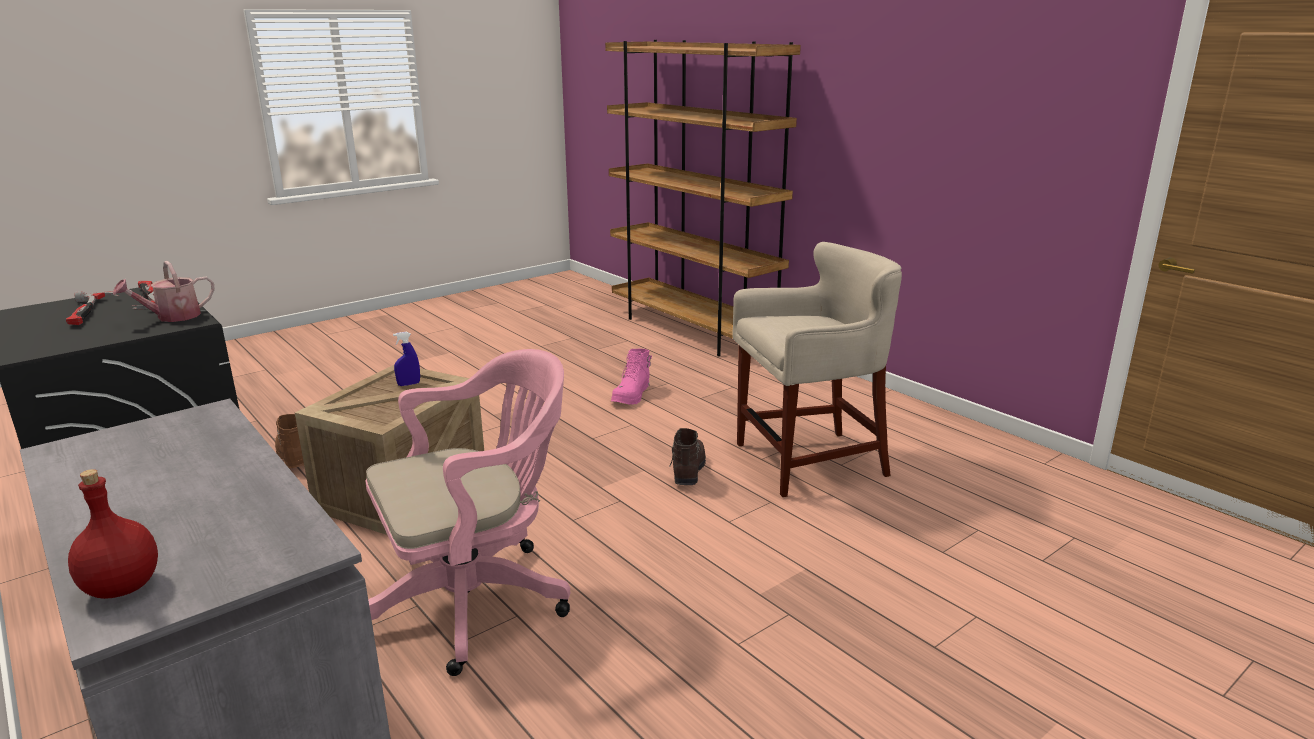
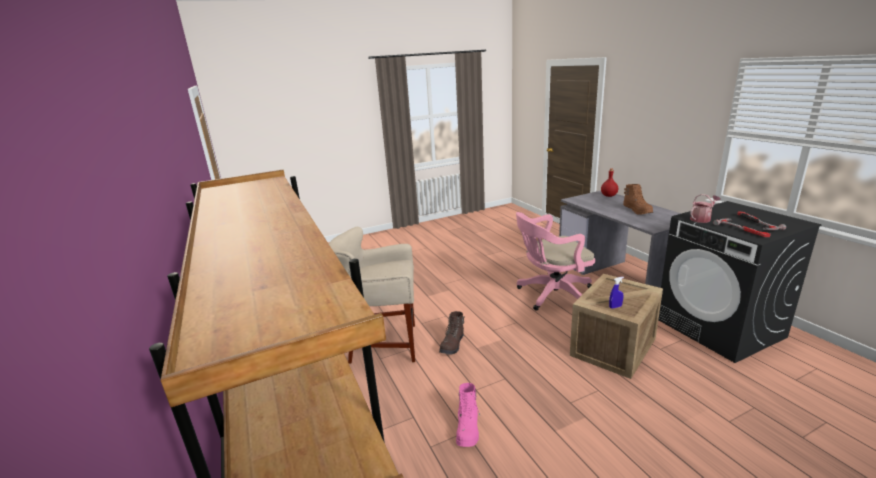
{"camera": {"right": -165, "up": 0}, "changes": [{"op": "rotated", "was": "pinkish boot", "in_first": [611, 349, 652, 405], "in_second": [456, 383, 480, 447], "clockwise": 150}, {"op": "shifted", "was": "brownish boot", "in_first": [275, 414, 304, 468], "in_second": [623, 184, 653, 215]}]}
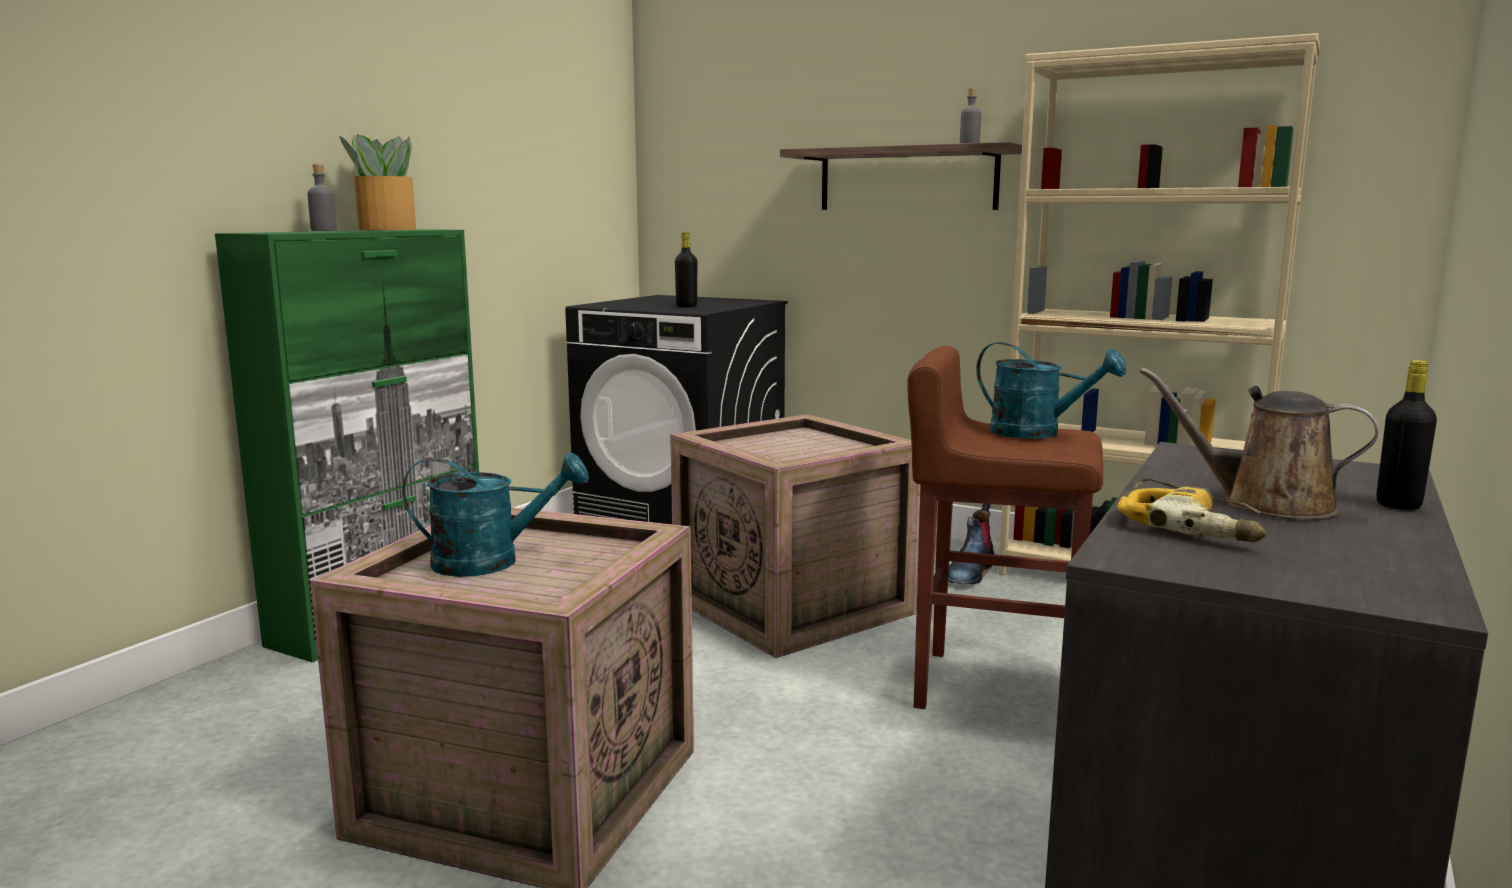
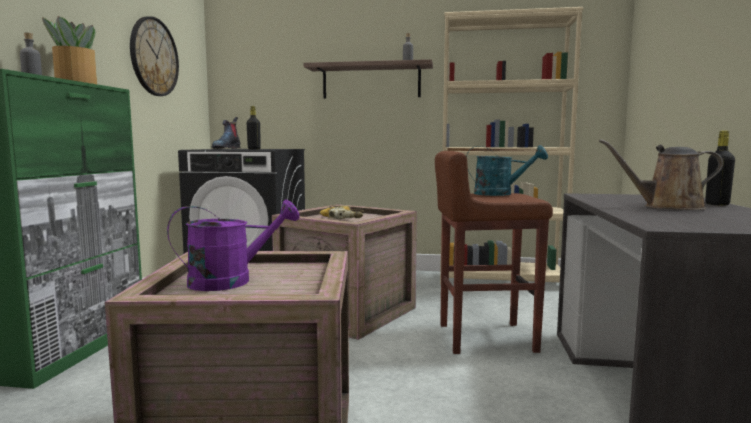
{"camera": {"right": -20, "up": -5}, "changes": [{"op": "new", "now": "clock on the wall", "in_second": [130, 16, 179, 96]}, {"op": "repainted", "was": "turquoise watering pot", "now": "purple-coloured watering pot", "in_first": [402, 452, 589, 577], "in_second": [167, 200, 299, 291]}, {"op": "shifted", "was": "boot", "in_first": [948, 504, 995, 585], "in_second": [211, 117, 240, 149]}, {"op": "shifted", "was": "drill", "in_first": [1117, 478, 1266, 542], "in_second": [320, 205, 364, 219]}]}
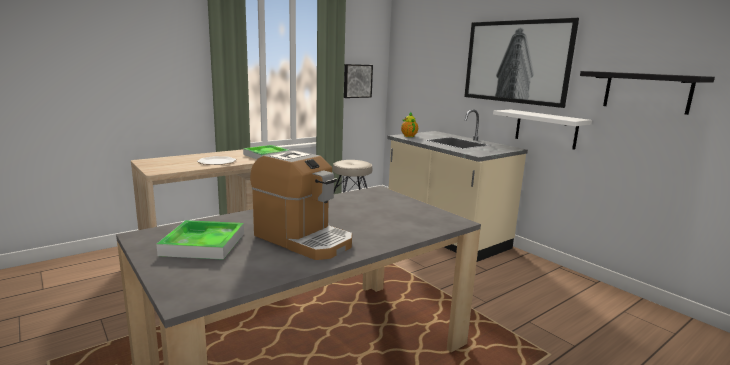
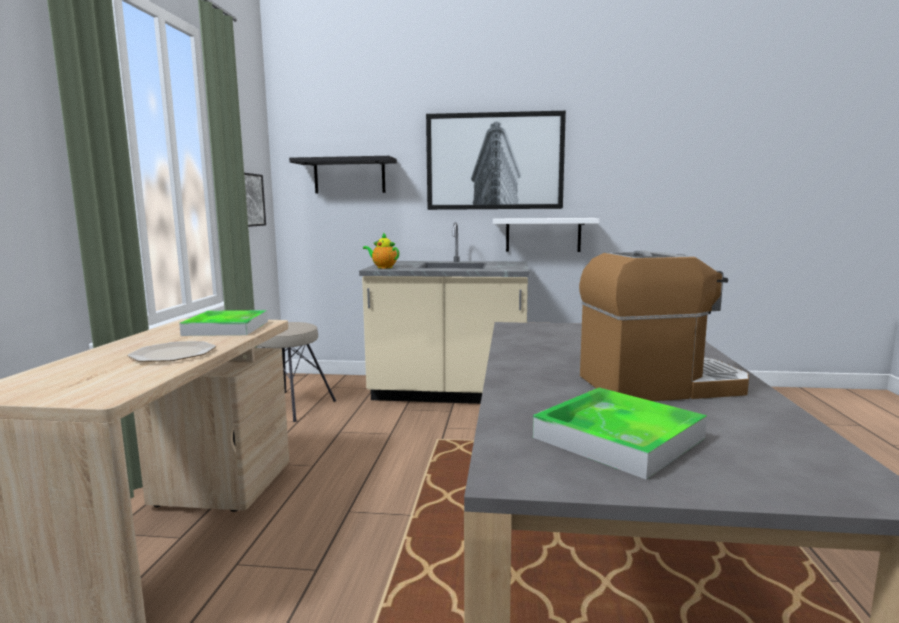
{"camera": {"right": -45, "up": -5}, "changes": [{"op": "shifted", "was": "blackish shelf", "in_first": [580, 71, 715, 115], "in_second": [289, 156, 397, 194]}]}
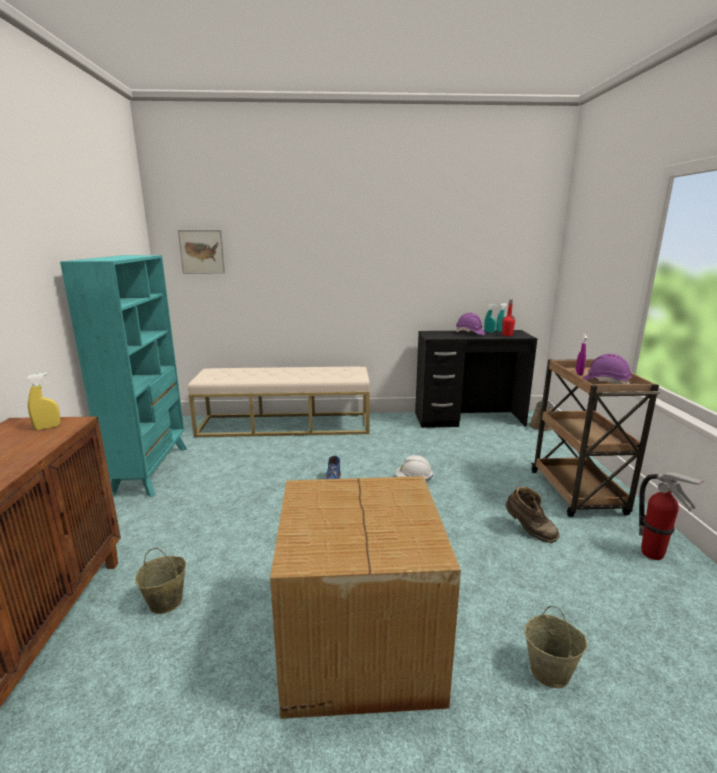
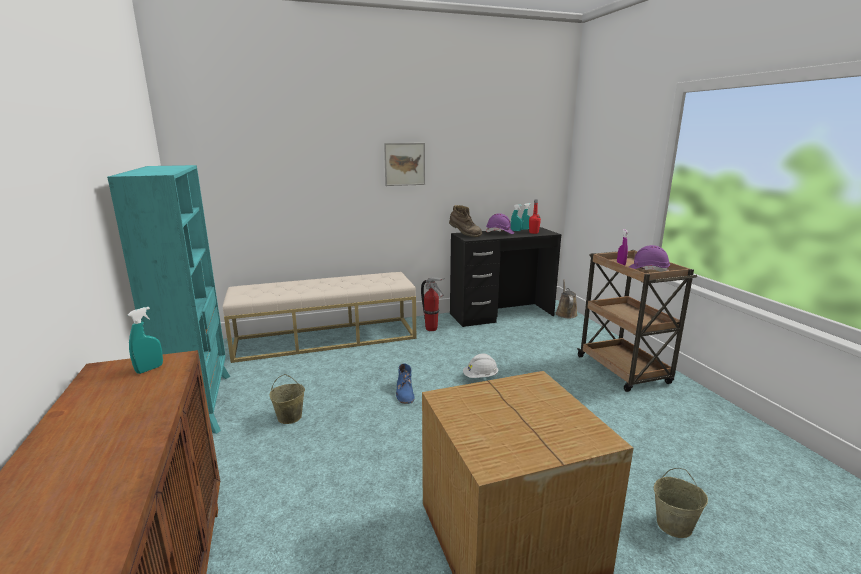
{"camera": {"right": -15, "up": 0}, "changes": [{"op": "repainted", "was": "yellow-coloured hand sprayer", "now": "turquoise hand sprayer", "in_first": [27, 373, 60, 430], "in_second": [128, 307, 163, 374]}, {"op": "shifted", "was": "sand-coloured water bucket", "in_first": [135, 548, 186, 614], "in_second": [269, 374, 305, 424]}, {"op": "shifted", "was": "wall art", "in_first": [178, 230, 225, 274], "in_second": [384, 143, 425, 186]}, {"op": "shifted", "was": "extinguisher", "in_first": [639, 472, 704, 560], "in_second": [421, 277, 445, 331]}, {"op": "shifted", "was": "brownish boot", "in_first": [506, 487, 560, 543], "in_second": [449, 205, 482, 237]}]}
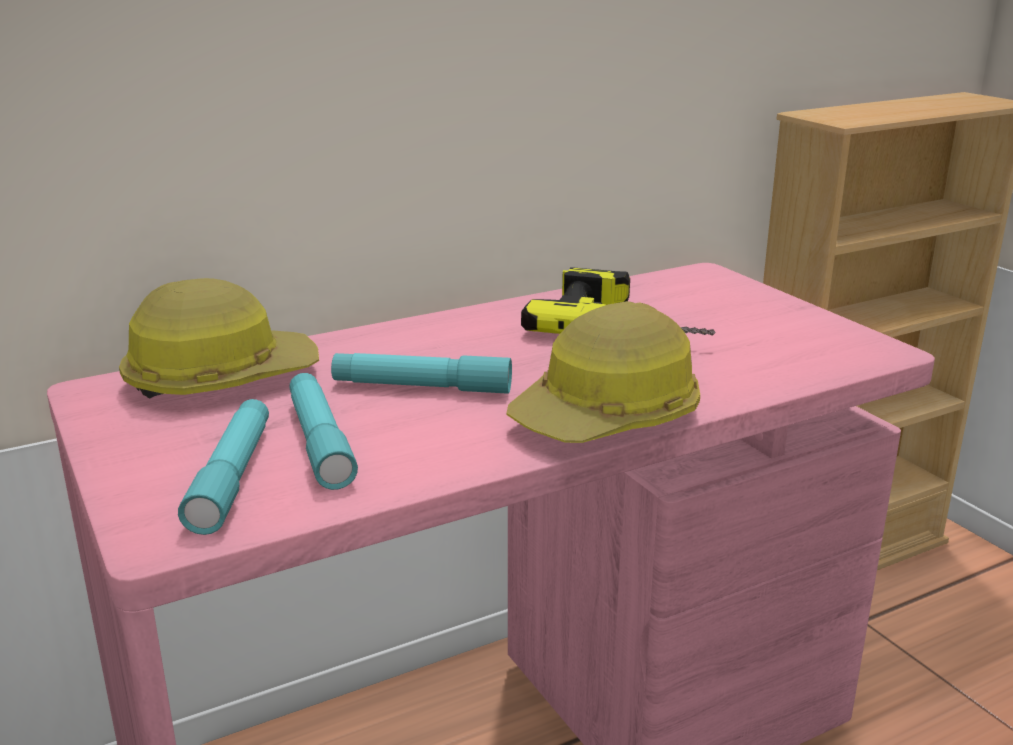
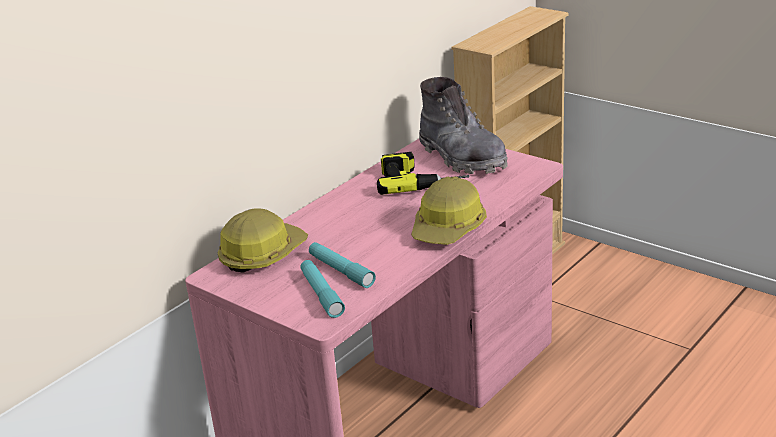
{"camera": {"right": -20, "up": 5}, "changes": [{"op": "new", "now": "greyish boot", "in_second": [419, 77, 508, 174]}, {"op": "gone", "was": "turquoise torch", "in_first": [331, 353, 512, 394]}]}
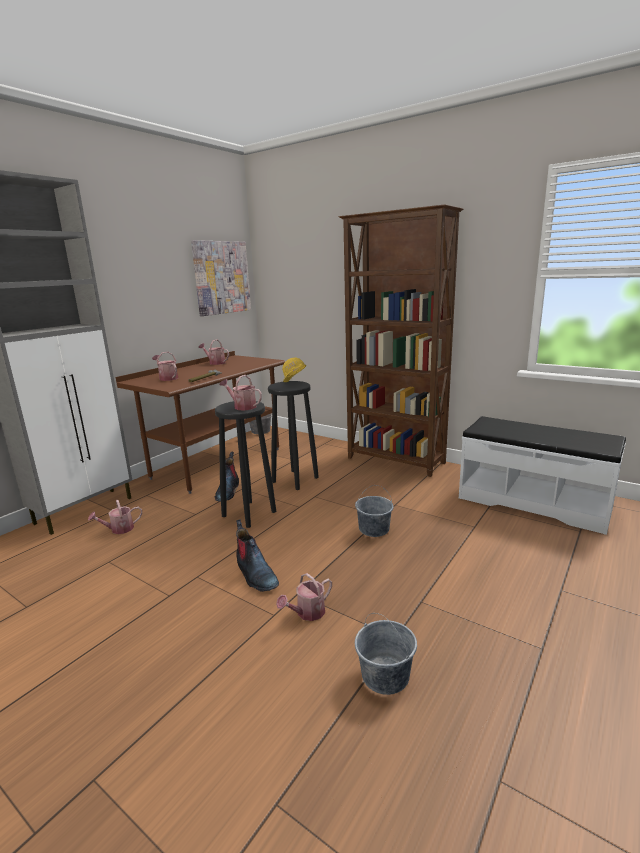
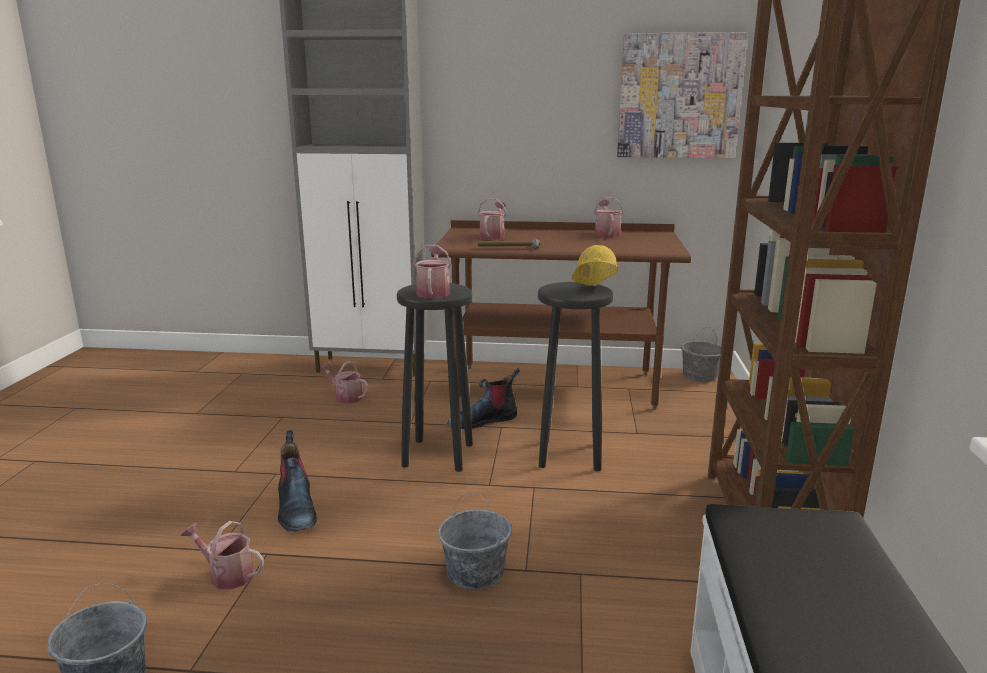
{"camera": {"right": 60, "up": 0}, "changes": [{"op": "rotated", "was": "boot", "in_first": [236, 519, 279, 592], "in_second": [278, 430, 317, 531], "clockwise": -45}]}
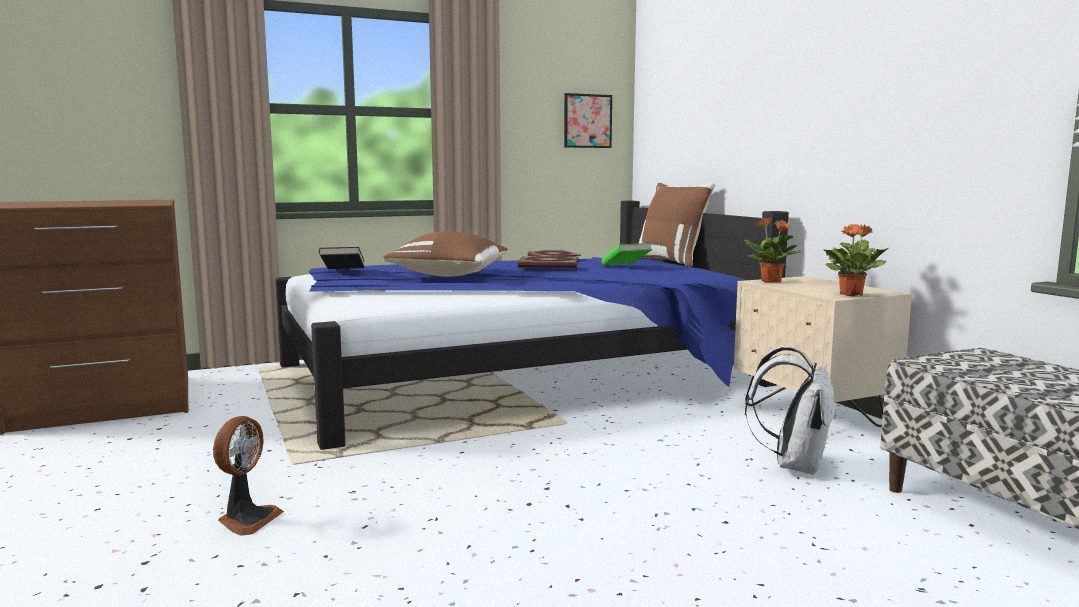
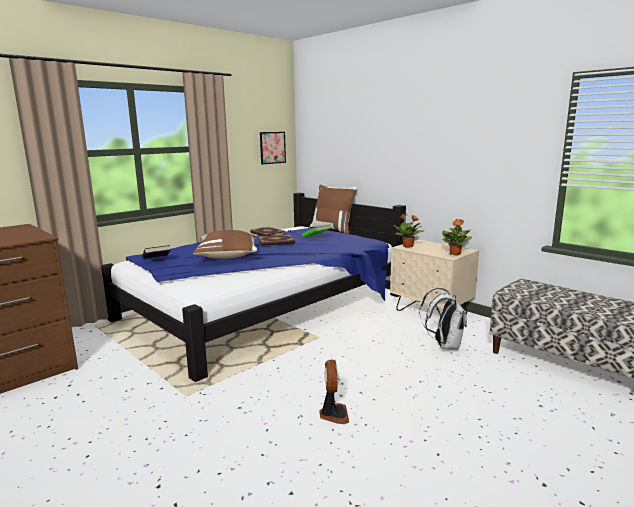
{"camera": {"right": -20, "up": 5}, "changes": [{"op": "shifted", "was": "fan", "in_first": [213, 416, 284, 536], "in_second": [319, 360, 349, 424]}]}
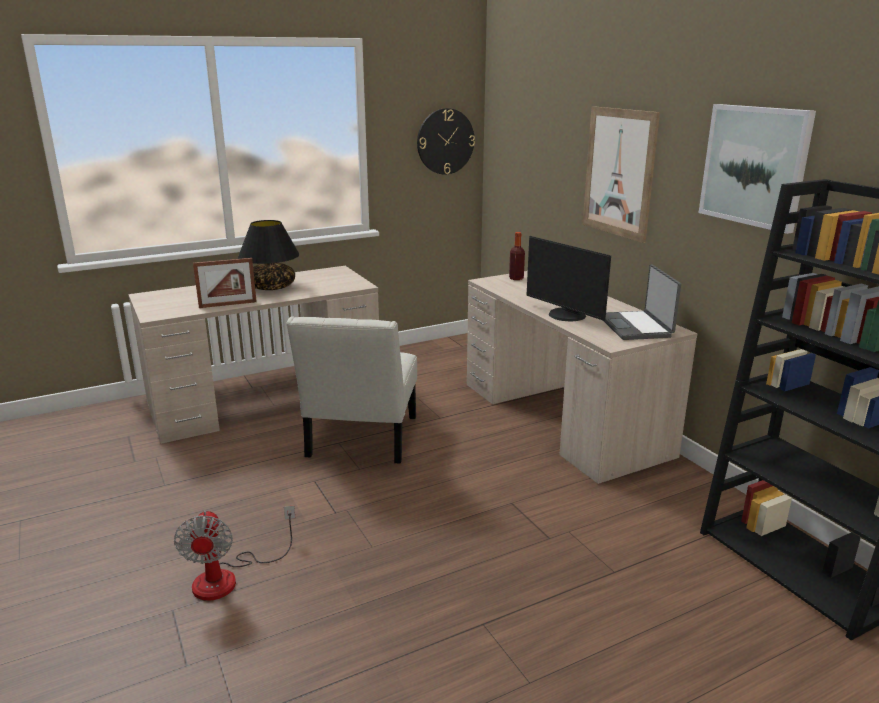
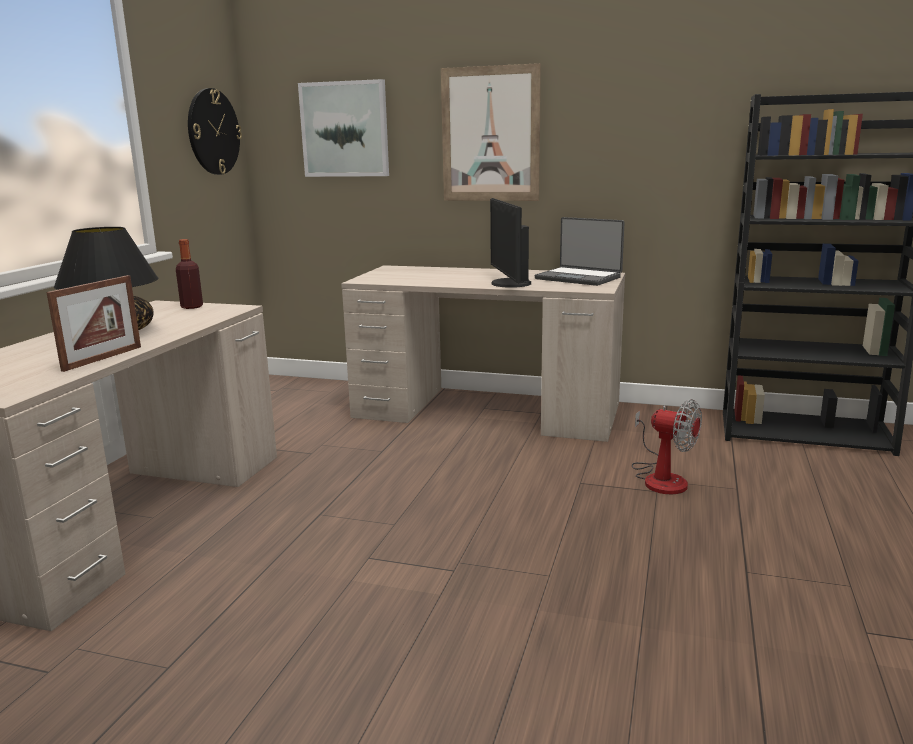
{"camera": {"right": -45, "up": -5}, "changes": [{"op": "shifted", "was": "drink bottle", "in_first": [509, 232, 525, 280], "in_second": [176, 239, 203, 309]}, {"op": "shifted", "was": "wall art", "in_first": [699, 104, 816, 234], "in_second": [298, 79, 389, 177]}, {"op": "rotated", "was": "computer screen", "in_first": [527, 236, 611, 321], "in_second": [490, 198, 531, 288], "clockwise": 75}, {"op": "shifted", "was": "fan", "in_first": [174, 506, 295, 601], "in_second": [632, 399, 702, 494]}, {"op": "gone", "was": "whitish plain chair", "in_first": [286, 316, 417, 464]}]}
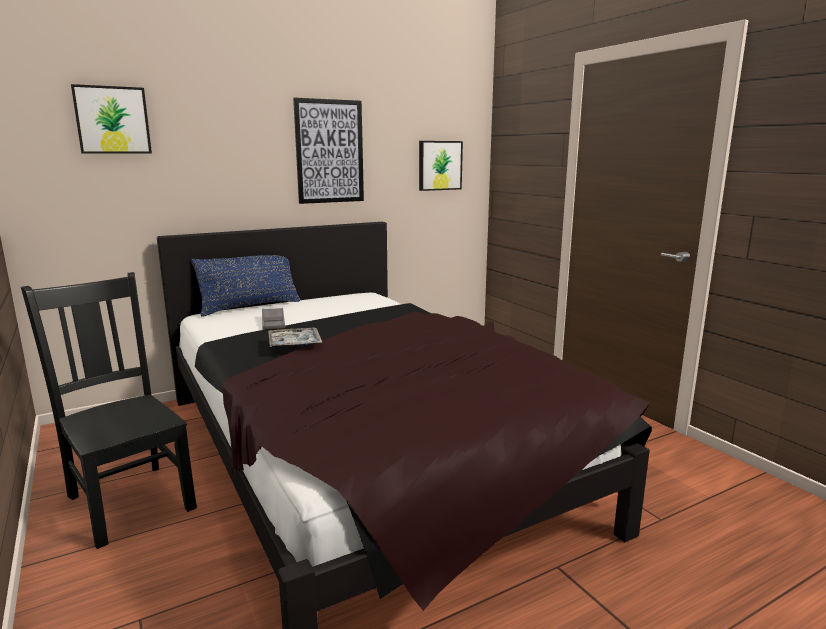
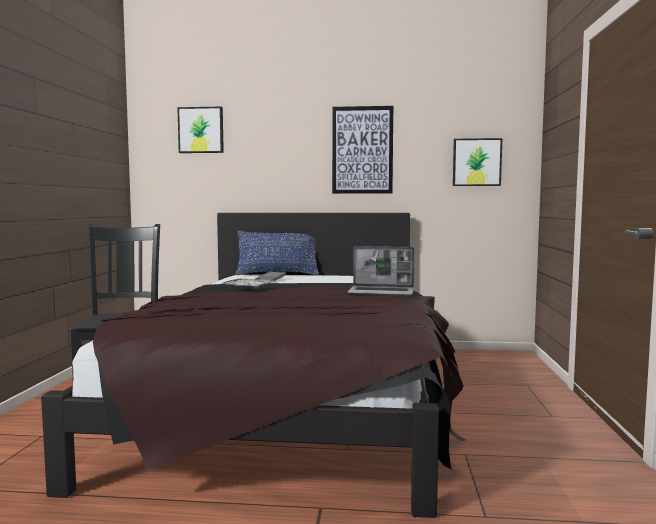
{"camera": {"right": 35, "up": -10}, "changes": [{"op": "new", "now": "portable computer", "in_second": [347, 246, 415, 296]}]}
